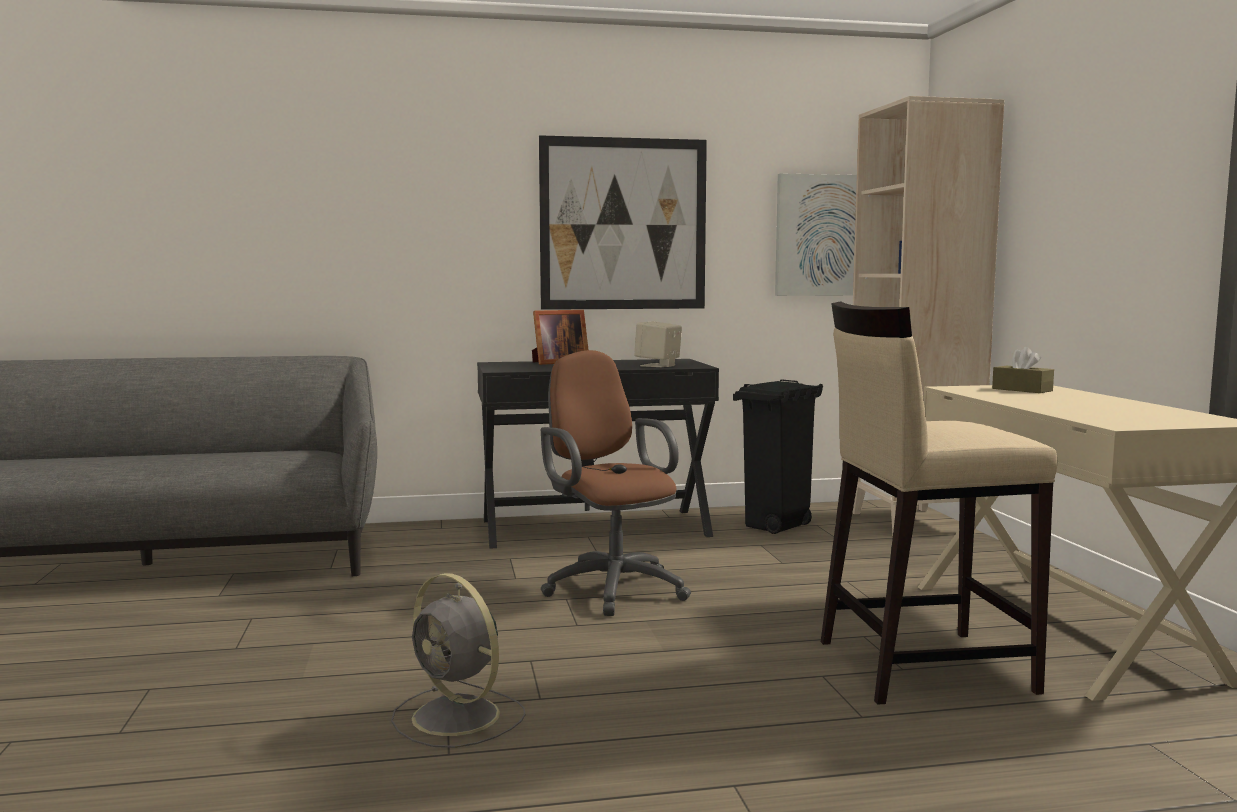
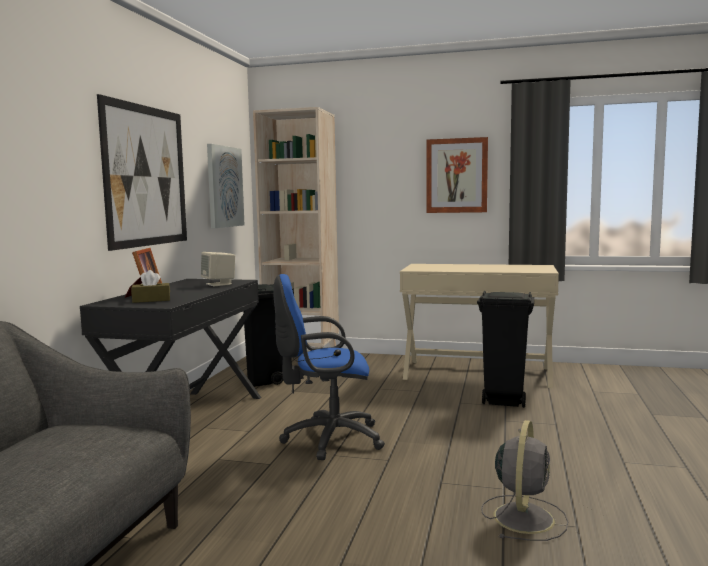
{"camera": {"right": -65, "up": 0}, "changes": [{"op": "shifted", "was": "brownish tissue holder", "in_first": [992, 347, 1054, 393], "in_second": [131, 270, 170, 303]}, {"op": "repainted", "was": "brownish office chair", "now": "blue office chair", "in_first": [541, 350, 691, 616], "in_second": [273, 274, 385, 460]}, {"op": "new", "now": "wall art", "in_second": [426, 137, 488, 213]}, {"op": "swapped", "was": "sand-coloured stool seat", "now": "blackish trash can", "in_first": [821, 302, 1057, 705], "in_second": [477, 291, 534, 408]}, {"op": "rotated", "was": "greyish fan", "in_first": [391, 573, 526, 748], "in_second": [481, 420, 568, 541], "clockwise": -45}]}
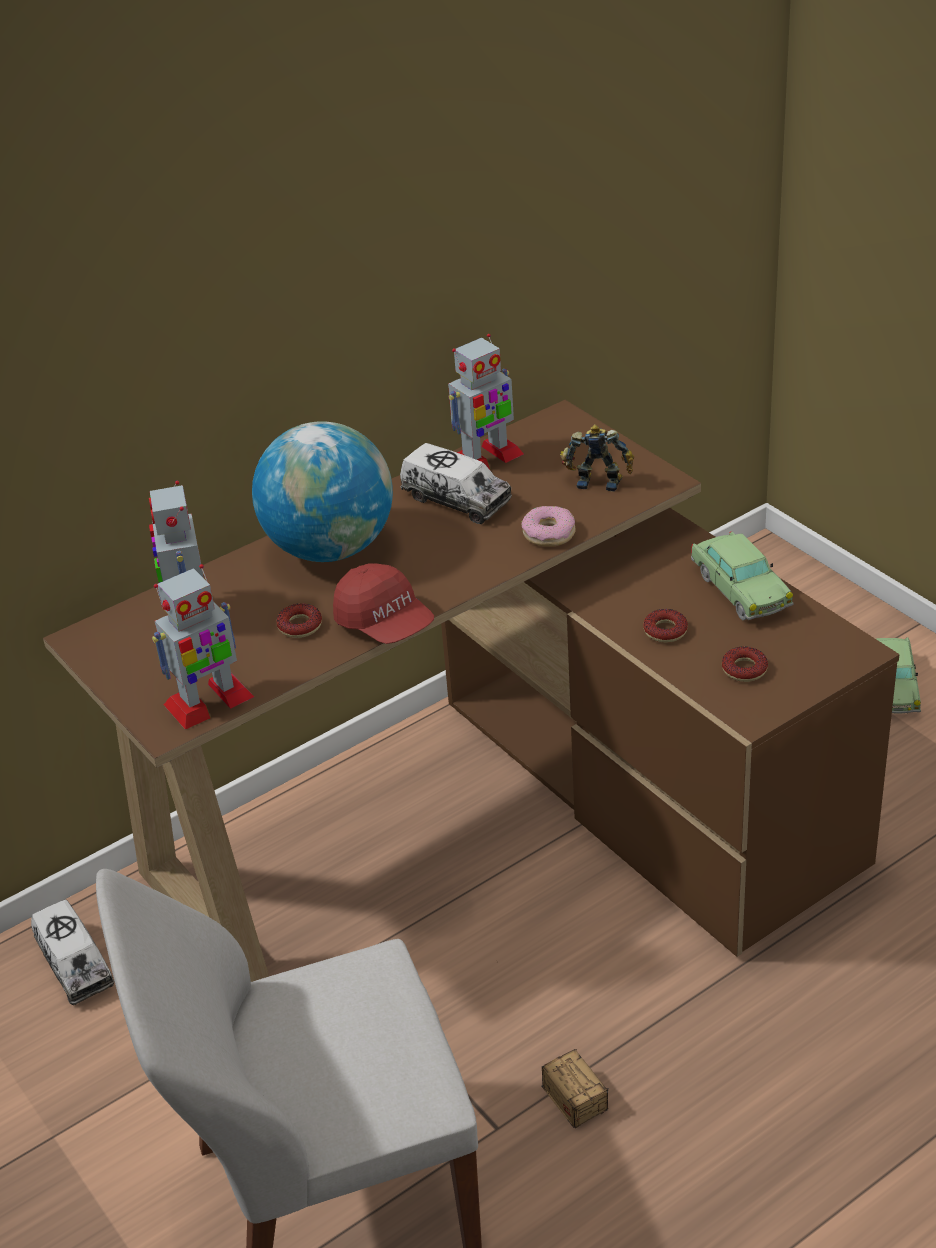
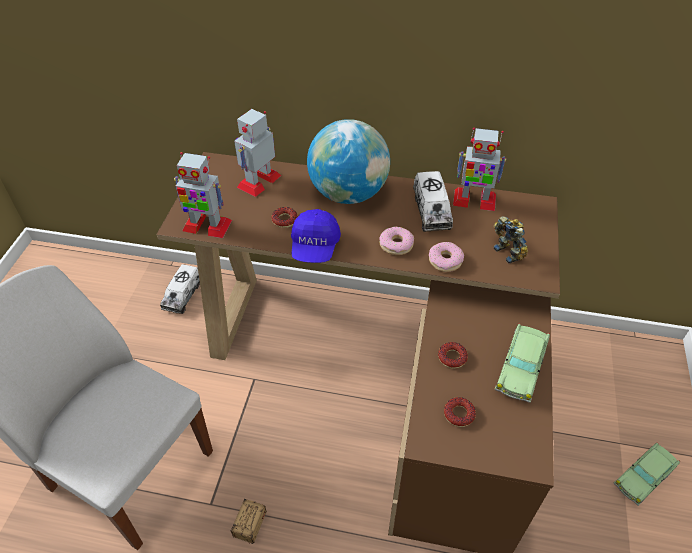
{"camera": {"right": 45, "up": 10}, "changes": [{"op": "repainted", "was": "reddish peaked cap", "now": "blue peaked cap", "in_first": [333, 563, 434, 644], "in_second": [291, 209, 341, 263]}, {"op": "new", "now": "donut", "in_second": [379, 227, 414, 255]}]}
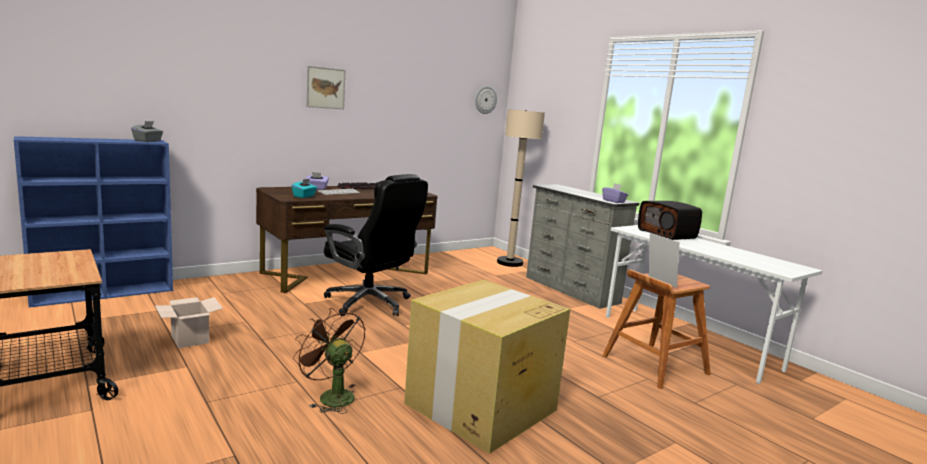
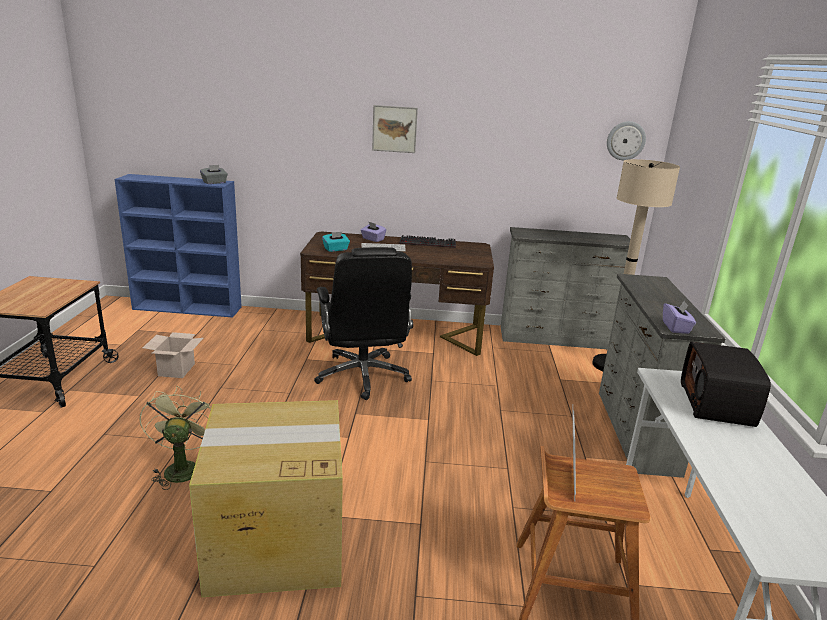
{"camera": {"right": 40, "up": 10}, "changes": [{"op": "repainted", "was": "brownish fan", "now": "green fan", "in_first": [293, 308, 365, 414], "in_second": [140, 386, 212, 490]}, {"op": "new", "now": "greyish drawer chest", "in_second": [501, 227, 630, 349]}]}
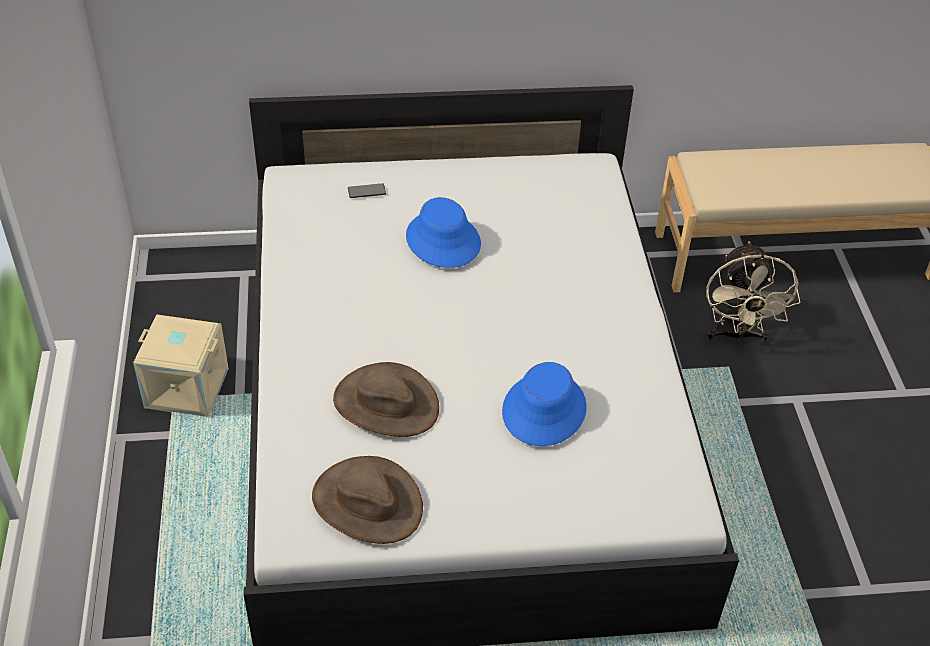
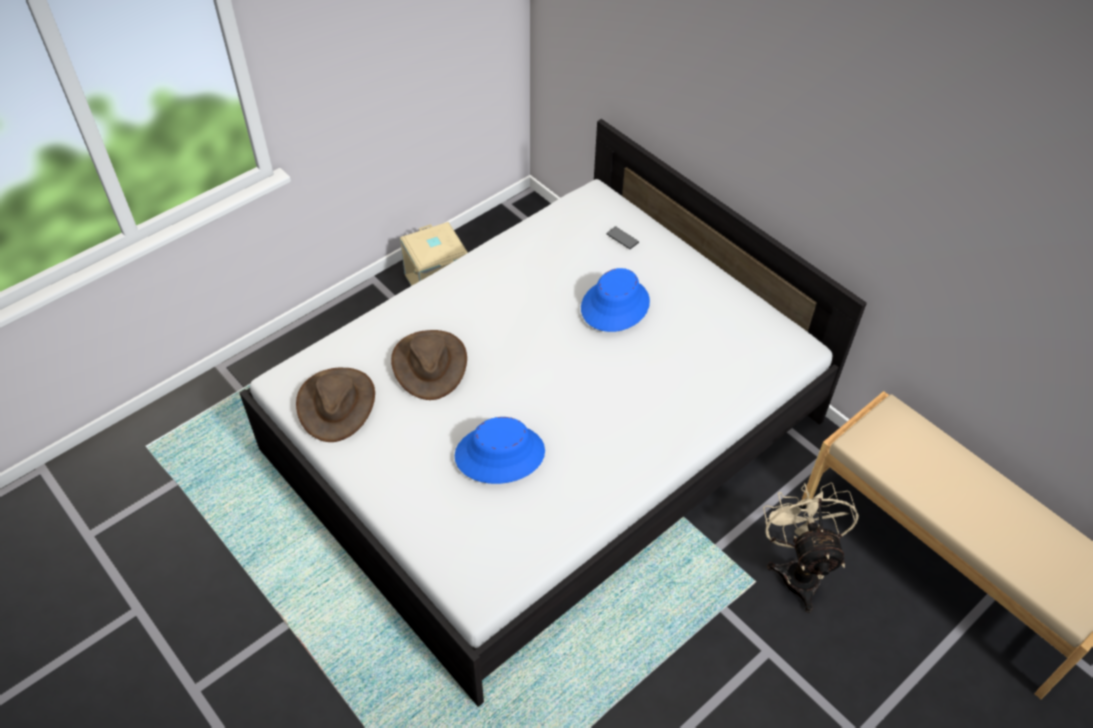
{"camera": {"right": 55, "up": 5}, "changes": [{"op": "rotated", "was": "sand-coloured fan", "in_first": [706, 241, 800, 344], "in_second": [763, 482, 859, 613], "clockwise": 120}]}
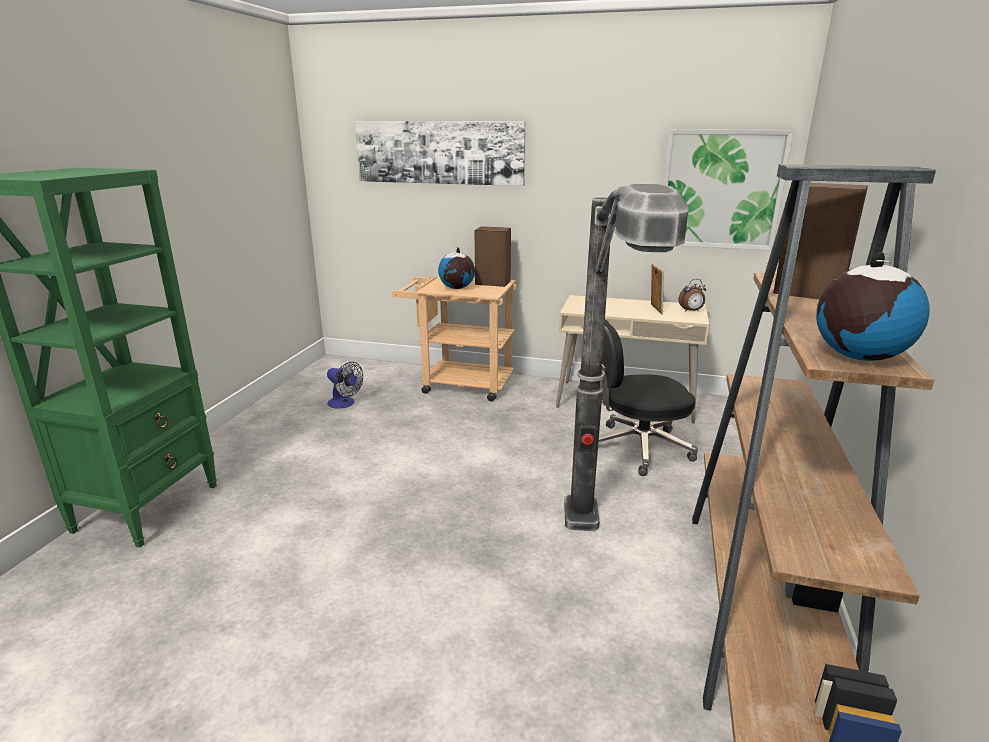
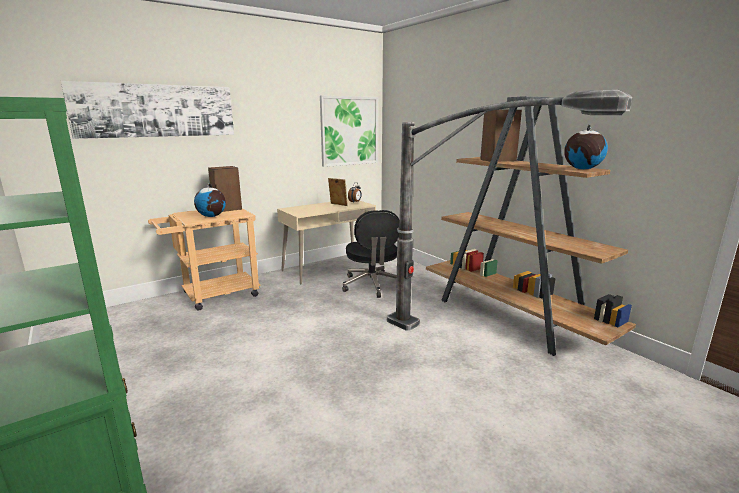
{"camera": {"right": -50, "up": -5}, "changes": [{"op": "rotated", "was": "blackish office chair", "in_first": [599, 320, 698, 476], "in_second": [342, 210, 399, 298], "clockwise": -45}, {"op": "gone", "was": "fan", "in_first": [327, 362, 363, 409]}]}
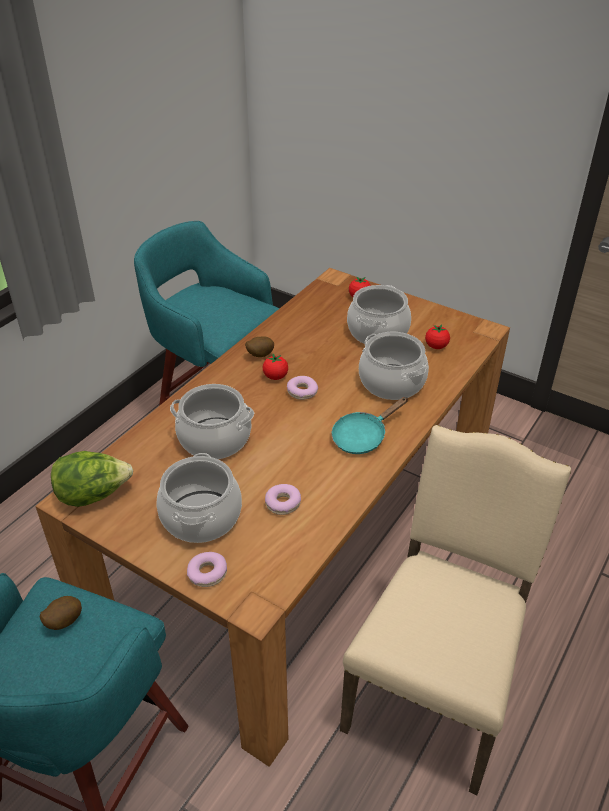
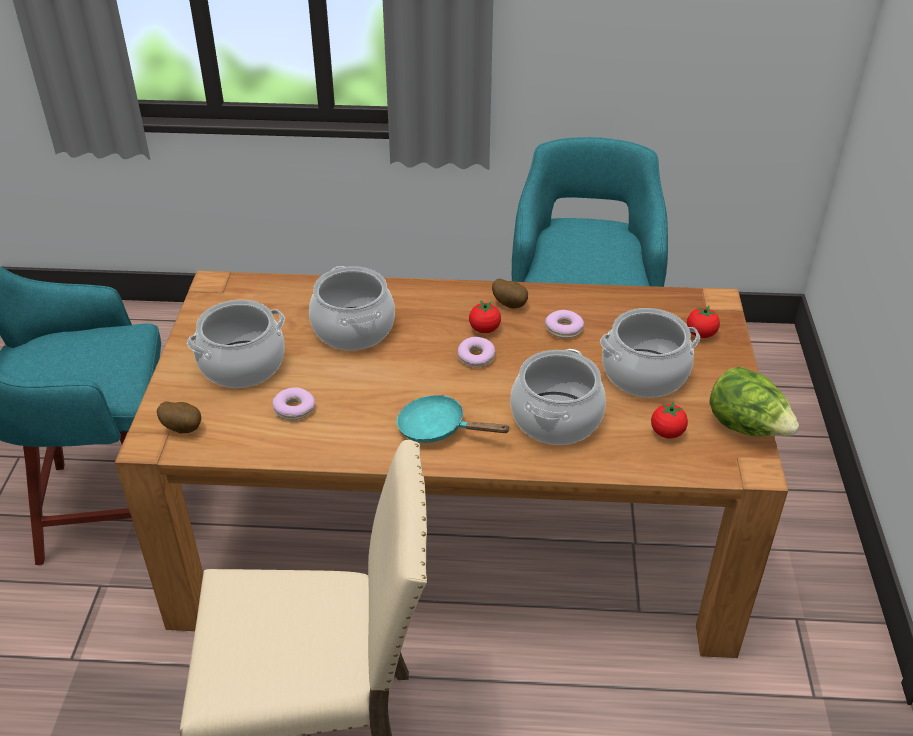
{"camera": {"right": 60, "up": 0}, "changes": [{"op": "shifted", "was": "potato", "in_first": [40, 596, 82, 630], "in_second": [157, 401, 201, 433]}, {"op": "shifted", "was": "donut", "in_first": [187, 552, 227, 587], "in_second": [545, 310, 584, 339]}, {"op": "shifted", "was": "head of lettuce", "in_first": [51, 451, 133, 507], "in_second": [709, 367, 799, 436]}]}
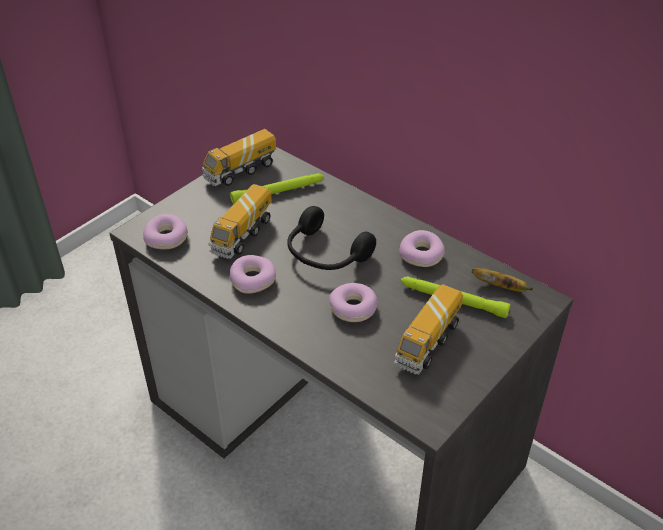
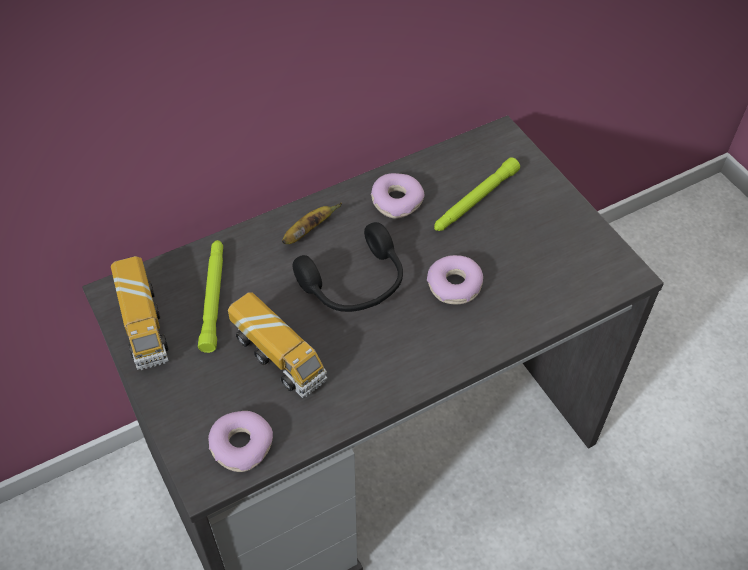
{"camera": {"right": -70, "up": 10}, "changes": [{"op": "shifted", "was": "banana fruit", "in_first": [472, 268, 533, 292], "in_second": [282, 202, 342, 244]}, {"op": "gone", "was": "donut", "in_first": [229, 255, 276, 294]}, {"op": "gone", "was": "toy truck", "in_first": [394, 284, 463, 375]}]}
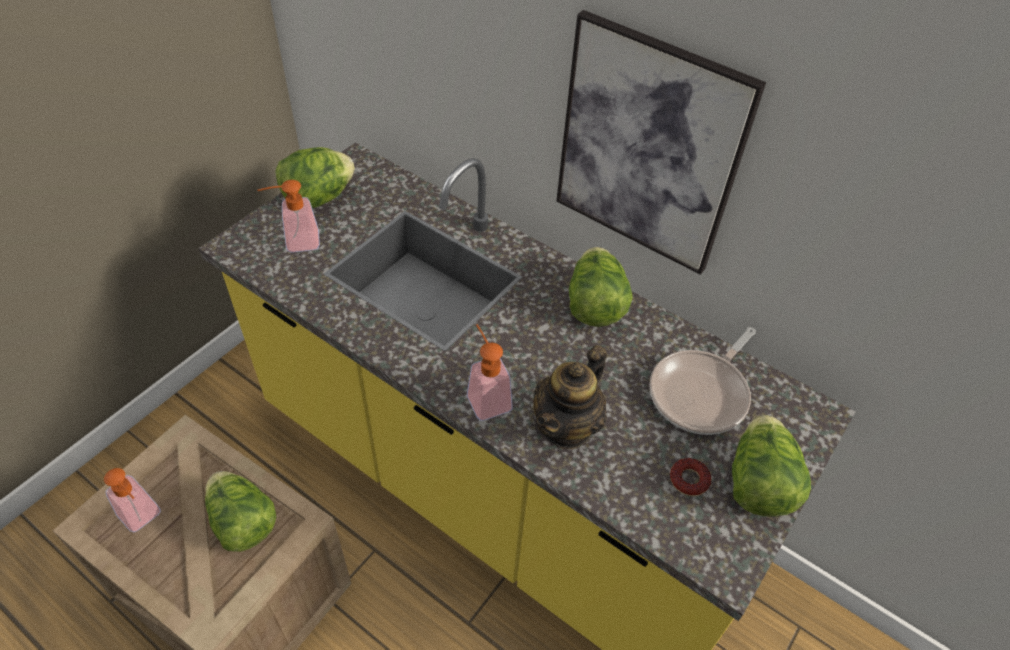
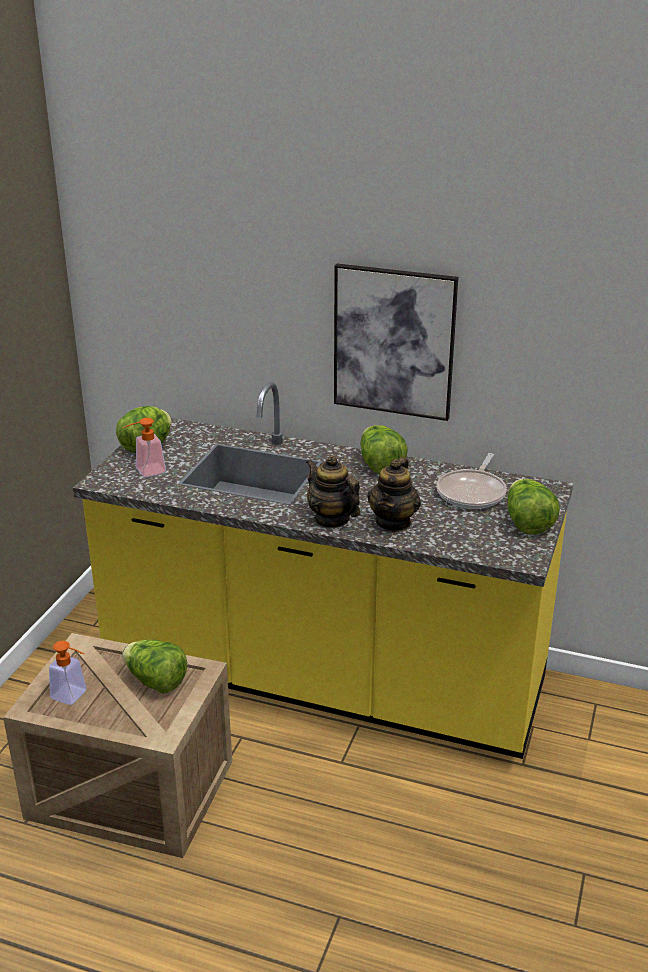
{"camera": {"right": -15, "up": -20}, "changes": [{"op": "swapped", "was": "soap bottle", "now": "tea pot", "in_first": [467, 324, 513, 421], "in_second": [306, 455, 360, 528]}, {"op": "gone", "was": "donut", "in_first": [670, 458, 711, 496]}]}
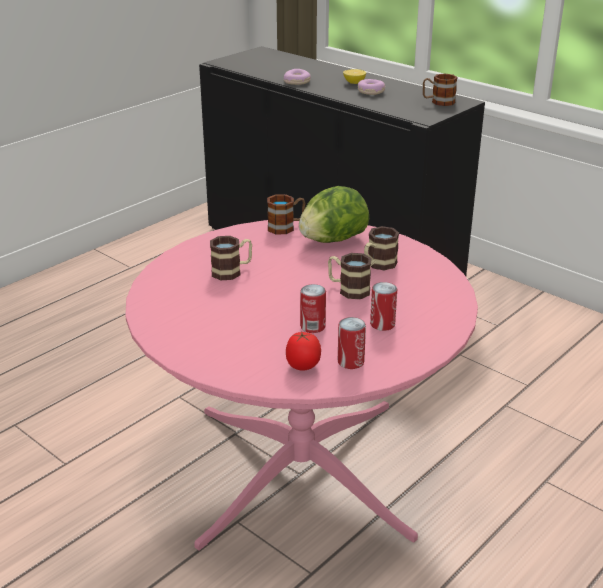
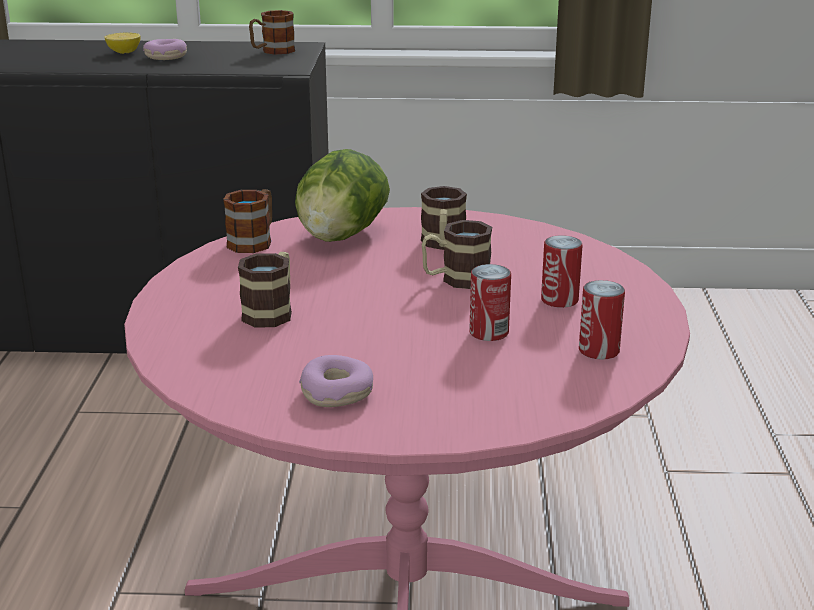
{"camera": {"right": -40, "up": -5}, "changes": [{"op": "shifted", "was": "donut", "in_first": [284, 69, 311, 85], "in_second": [299, 355, 373, 407]}, {"op": "gone", "was": "whole tomato", "in_first": [286, 331, 321, 371]}]}
